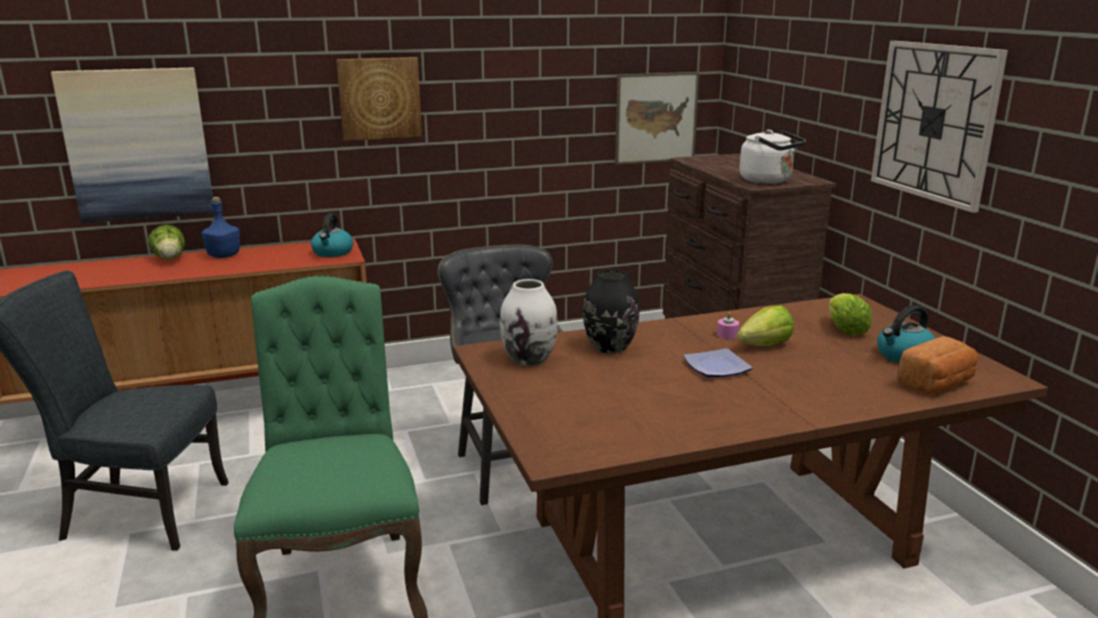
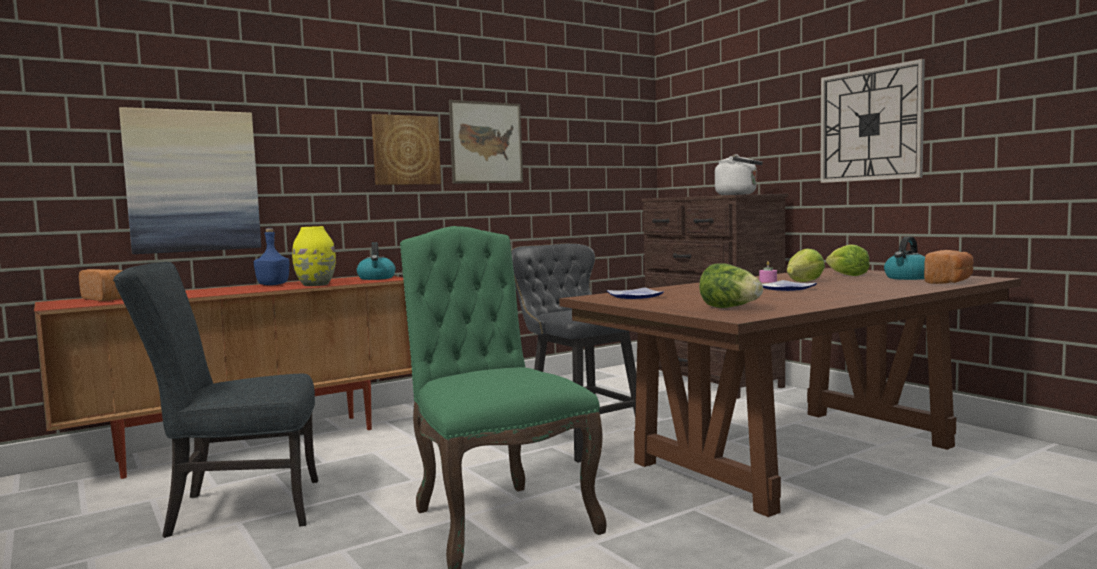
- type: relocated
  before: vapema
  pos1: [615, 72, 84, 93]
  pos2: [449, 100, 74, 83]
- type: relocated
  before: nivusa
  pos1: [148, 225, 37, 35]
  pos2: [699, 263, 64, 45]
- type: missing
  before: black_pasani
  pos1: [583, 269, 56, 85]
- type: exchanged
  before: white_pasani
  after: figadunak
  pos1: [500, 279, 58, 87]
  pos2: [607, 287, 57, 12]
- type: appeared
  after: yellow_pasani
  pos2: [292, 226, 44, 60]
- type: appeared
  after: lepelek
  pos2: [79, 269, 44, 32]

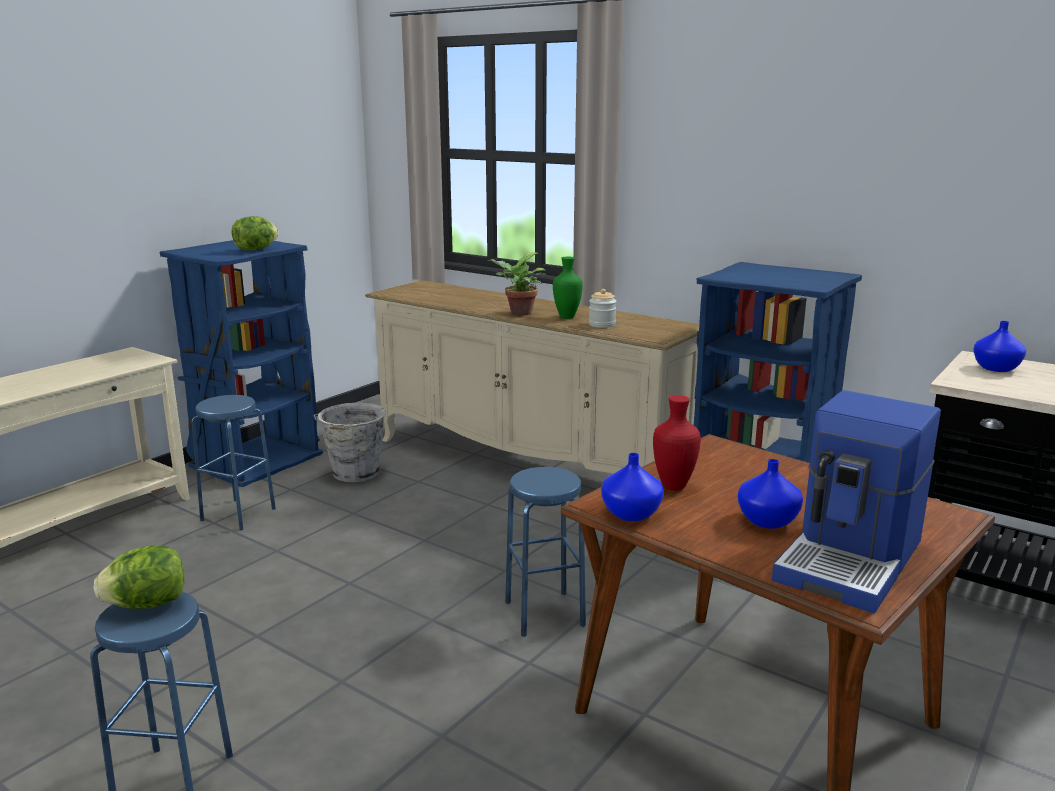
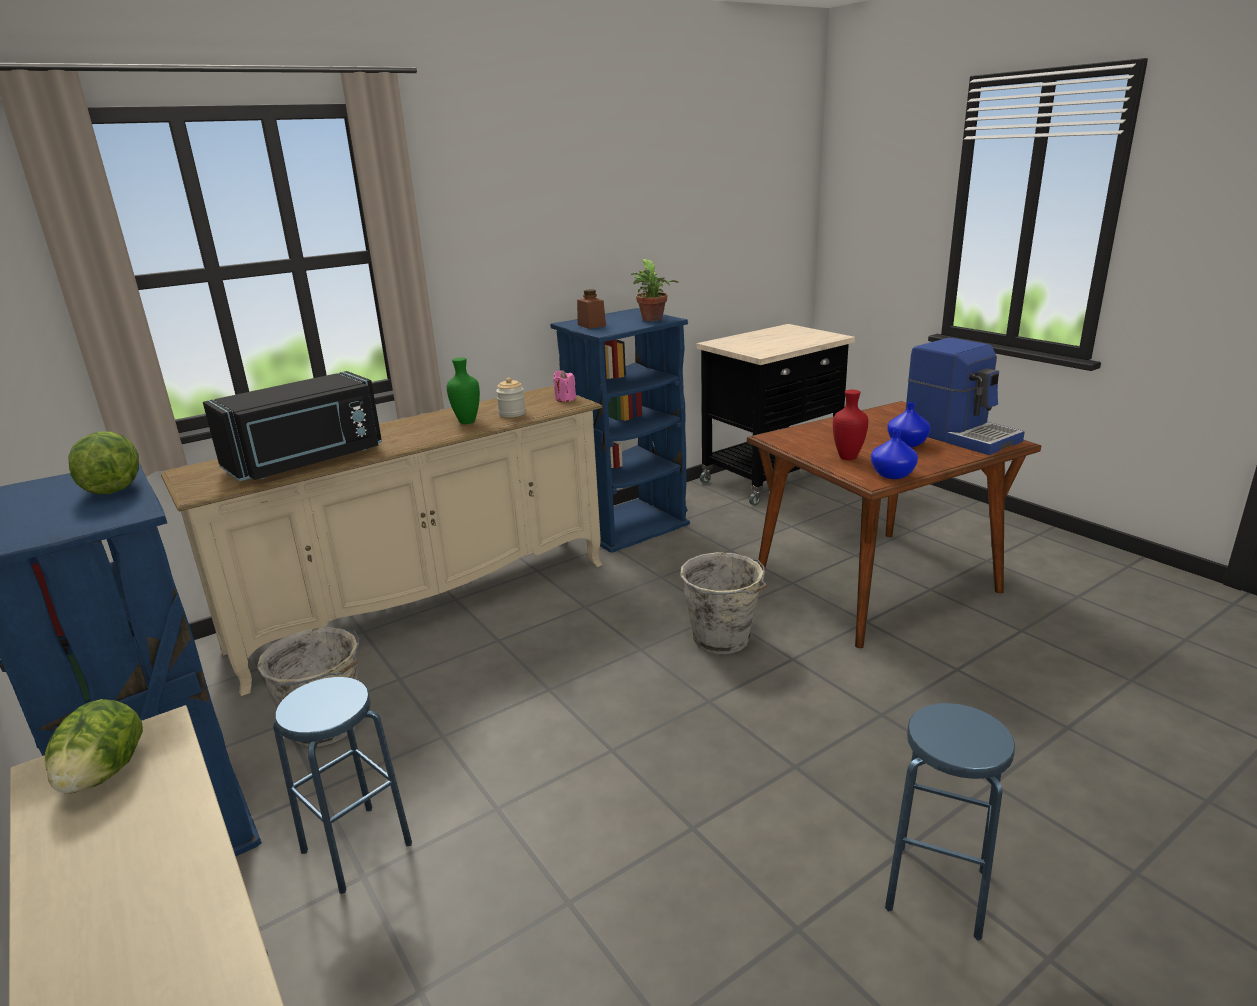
- type: relocated
  before: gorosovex
  pos1: [488, 252, 58, 63]
  pos2: [631, 259, 48, 62]
- type: missing
  before: blue_pasani
  pos1: [973, 321, 53, 51]
- type: exchanged
  before: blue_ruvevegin
  after: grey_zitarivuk
  pos1: [505, 467, 81, 170]
  pos2: [680, 552, 87, 102]
- type: relocated
  before: nivusa
  pos1: [93, 545, 91, 64]
  pos2: [45, 699, 98, 94]
- type: appeared
  after: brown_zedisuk
  pos2: [577, 289, 29, 40]
- type: appeared
  after: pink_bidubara
  pos2: [553, 370, 23, 32]
- type: appeared
  after: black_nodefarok
  pos2: [203, 371, 179, 110]

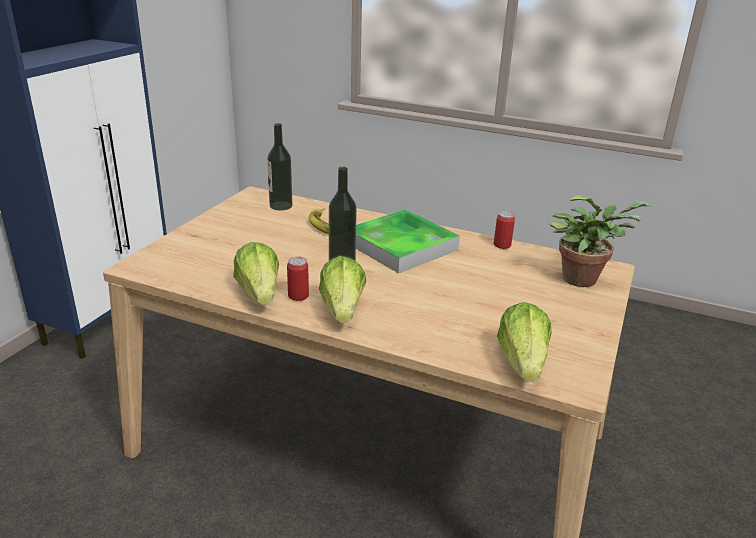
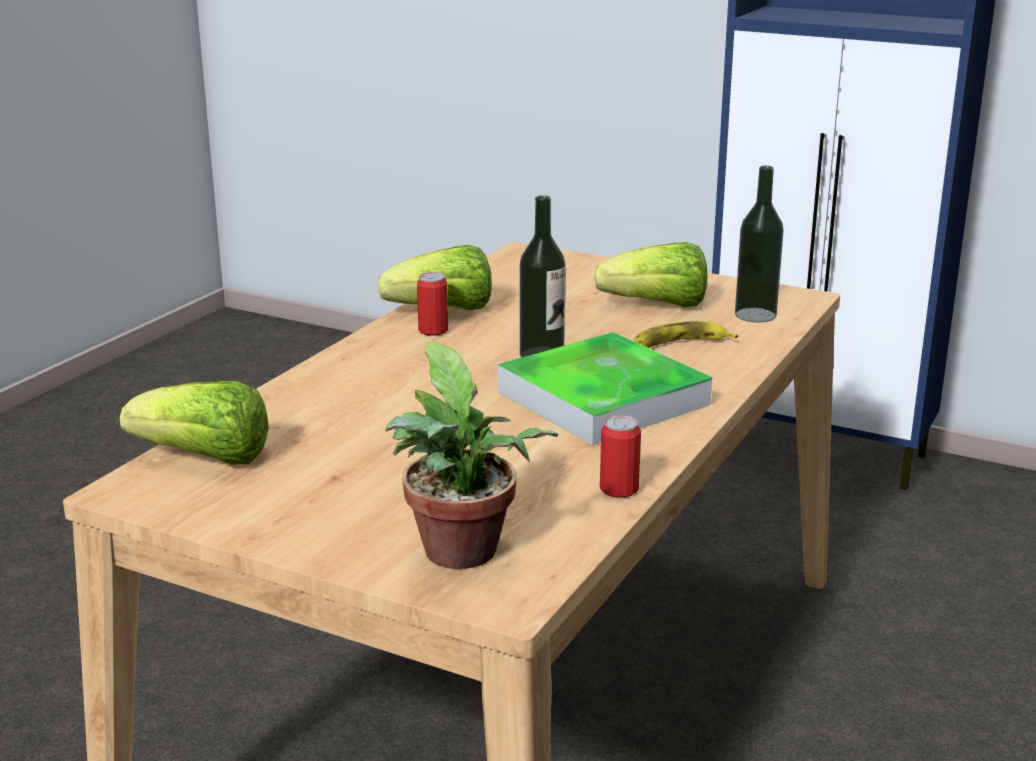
- type: relocated
  before: nivusa
  pos1: [319, 256, 48, 67]
  pos2: [594, 242, 113, 65]

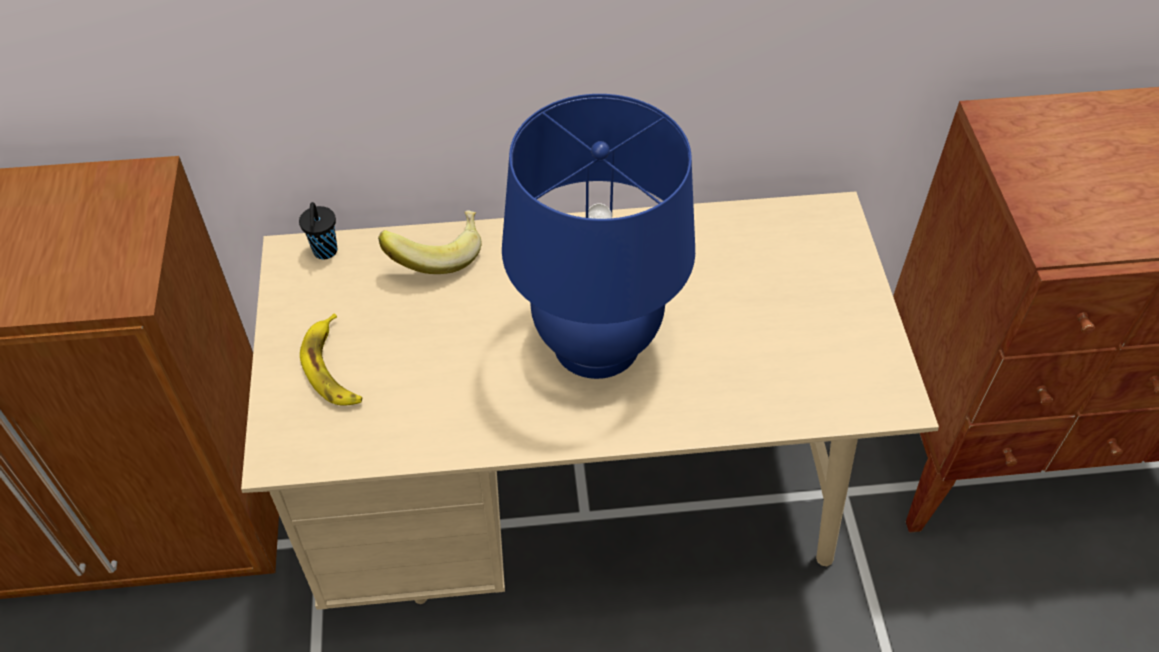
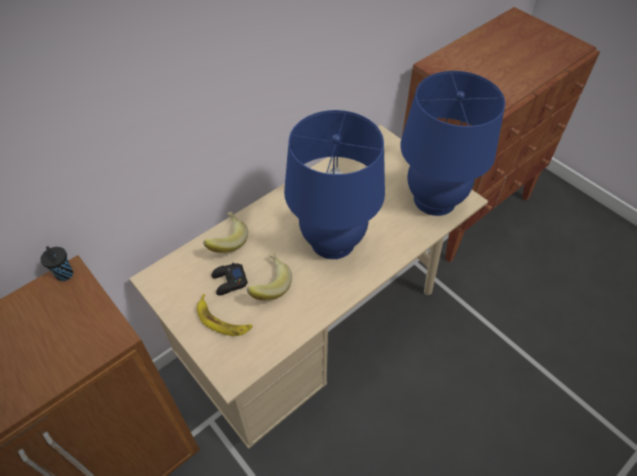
- type: relocated
  before: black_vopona
  pos1: [299, 202, 38, 58]
  pos2: [41, 246, 32, 35]
- type: appeared
  after: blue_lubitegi
  pos2: [400, 71, 105, 145]
- type: appeared
  after: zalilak
  pos2: [247, 253, 45, 48]
- type: appeared
  after: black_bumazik
  pos2: [212, 263, 36, 33]

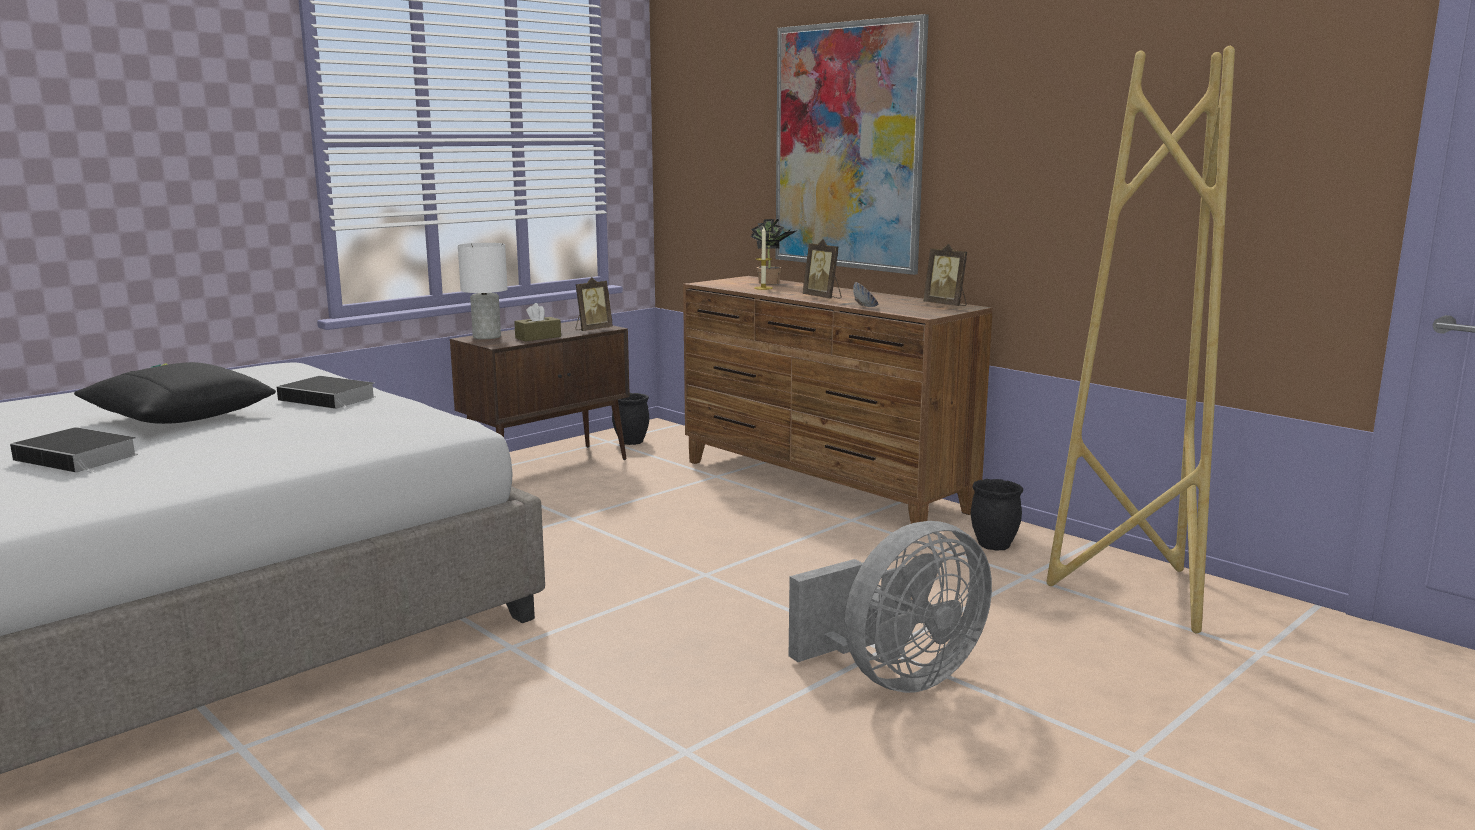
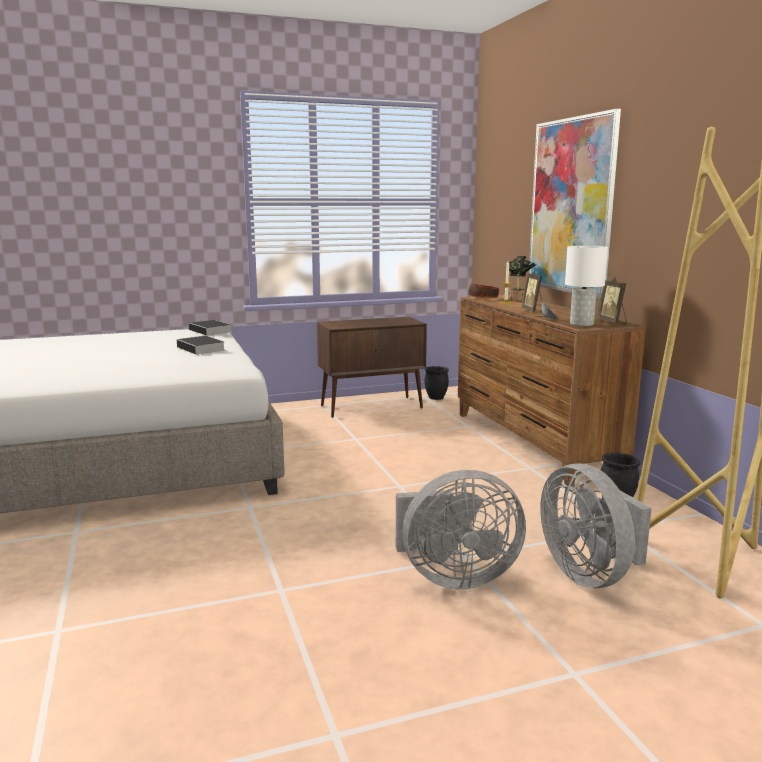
- type: relocated
  before: white_lubitegi
  pos1: [458, 243, 50, 96]
  pos2: [565, 246, 43, 80]
- type: missing
  before: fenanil
  pos1: [576, 277, 37, 54]
- type: missing
  before: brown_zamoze
  pos1: [514, 303, 47, 38]
- type: missing
  before: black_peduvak
  pos1: [74, 362, 202, 62]
- type: relocated
  before: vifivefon
  pos1: [10, 427, 128, 46]
  pos2: [189, 320, 42, 16]
- type: appeared
  after: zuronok
  pos2: [468, 284, 31, 15]
- type: appeared
  after: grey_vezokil
  pos2: [540, 463, 112, 125]

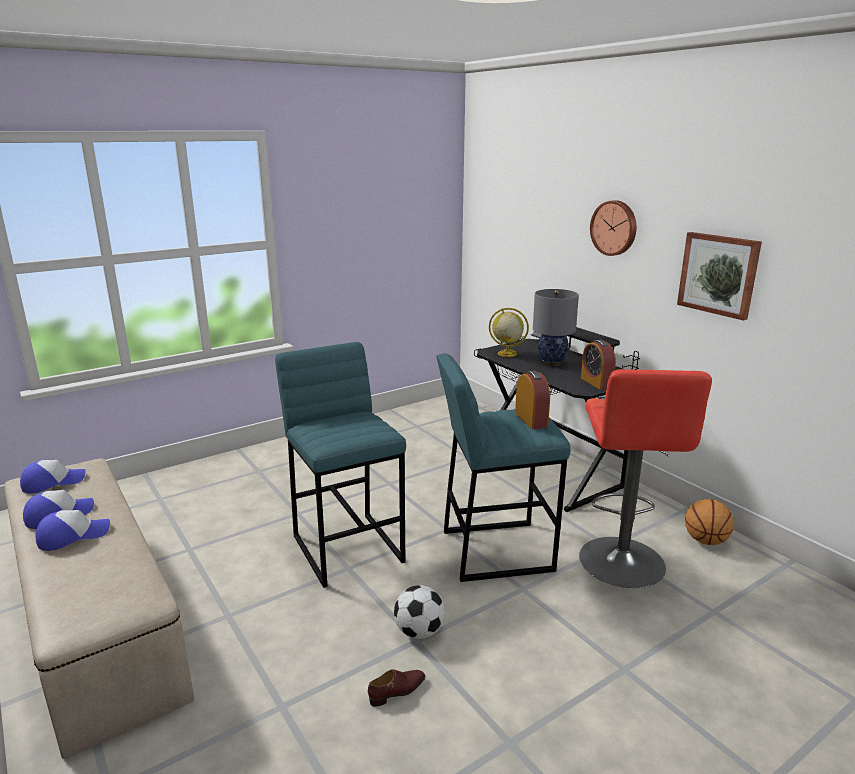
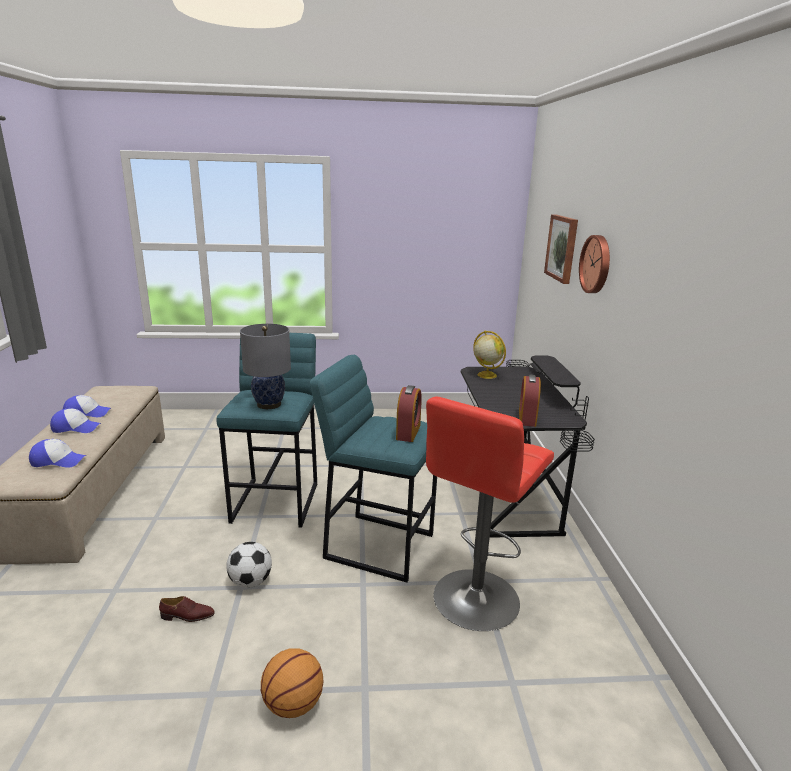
- type: relocated
  before: vapema
  pos1: [677, 232, 85, 88]
  pos2: [544, 214, 34, 70]
- type: relocated
  before: grey_lubitegi
  pos1: [533, 289, 46, 78]
  pos2: [240, 324, 51, 85]
- type: relocated
  before: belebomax
  pos1: [20, 460, 65, 34]
  pos2: [29, 439, 58, 29]
- type: relocated
  before: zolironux
  pos1: [685, 499, 49, 46]
  pos2: [261, 648, 62, 70]

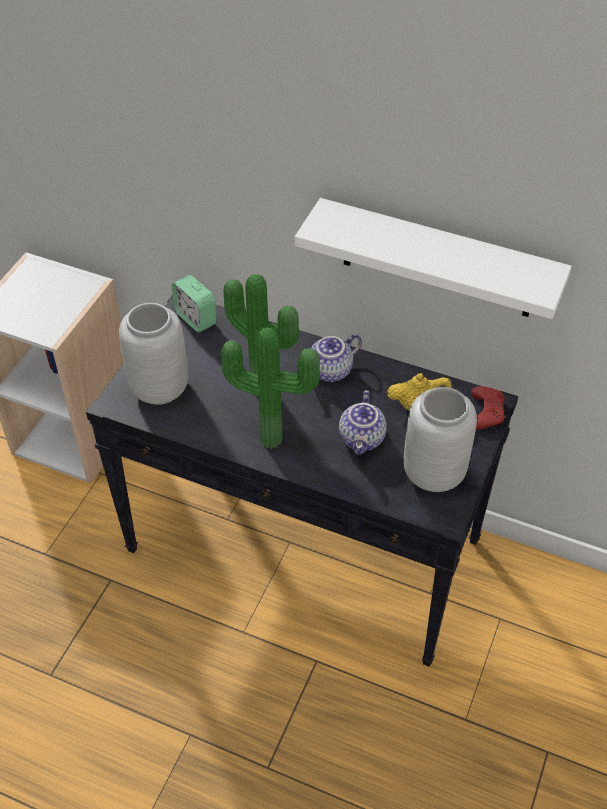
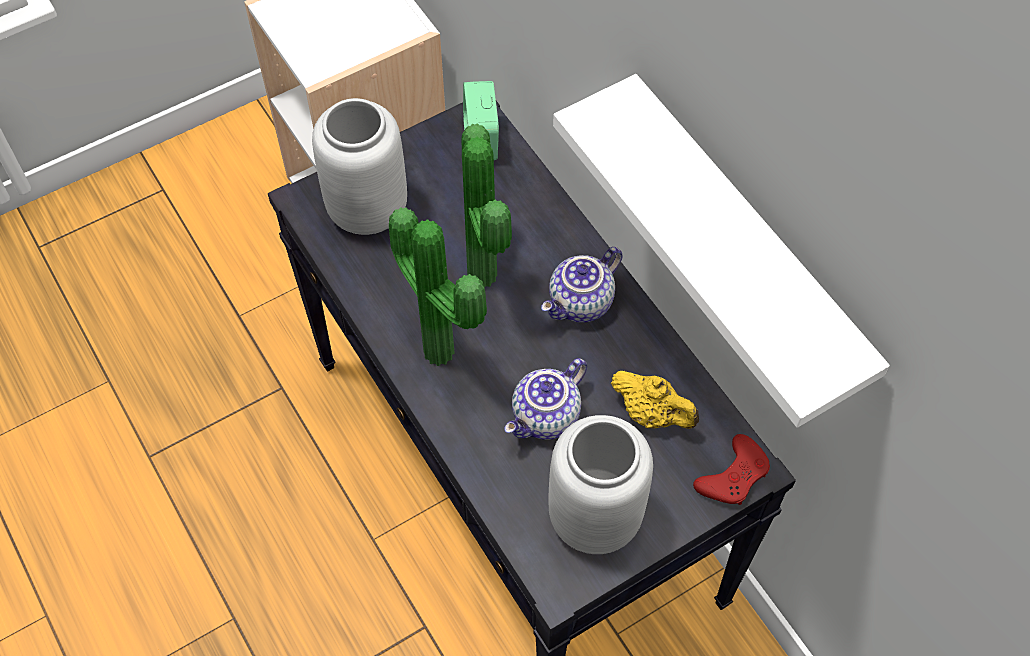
- type: spun
  before: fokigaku
  pos1: [311, 334, 51, 48]
  pos2: [541, 247, 82, 76]
  turn: -45

